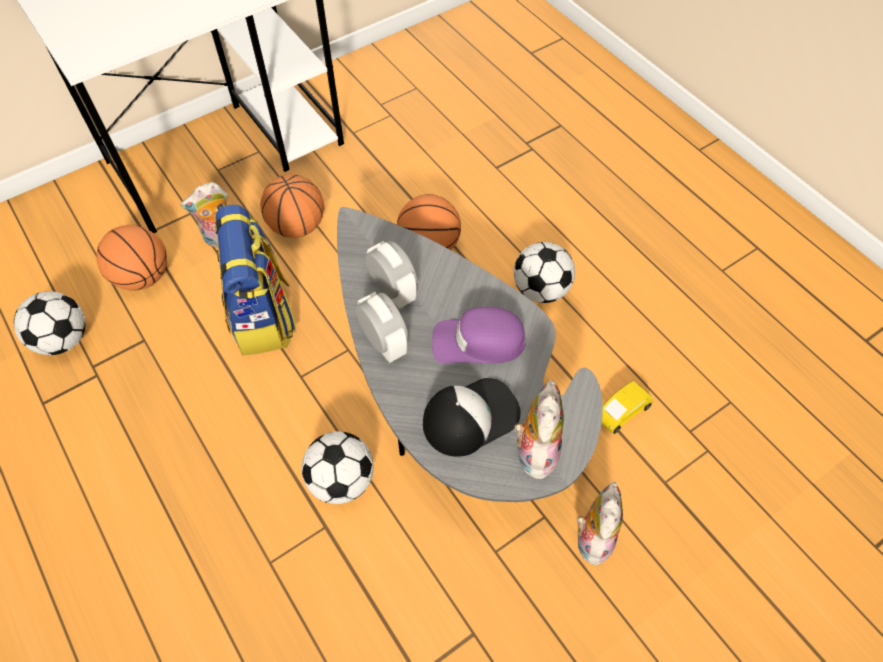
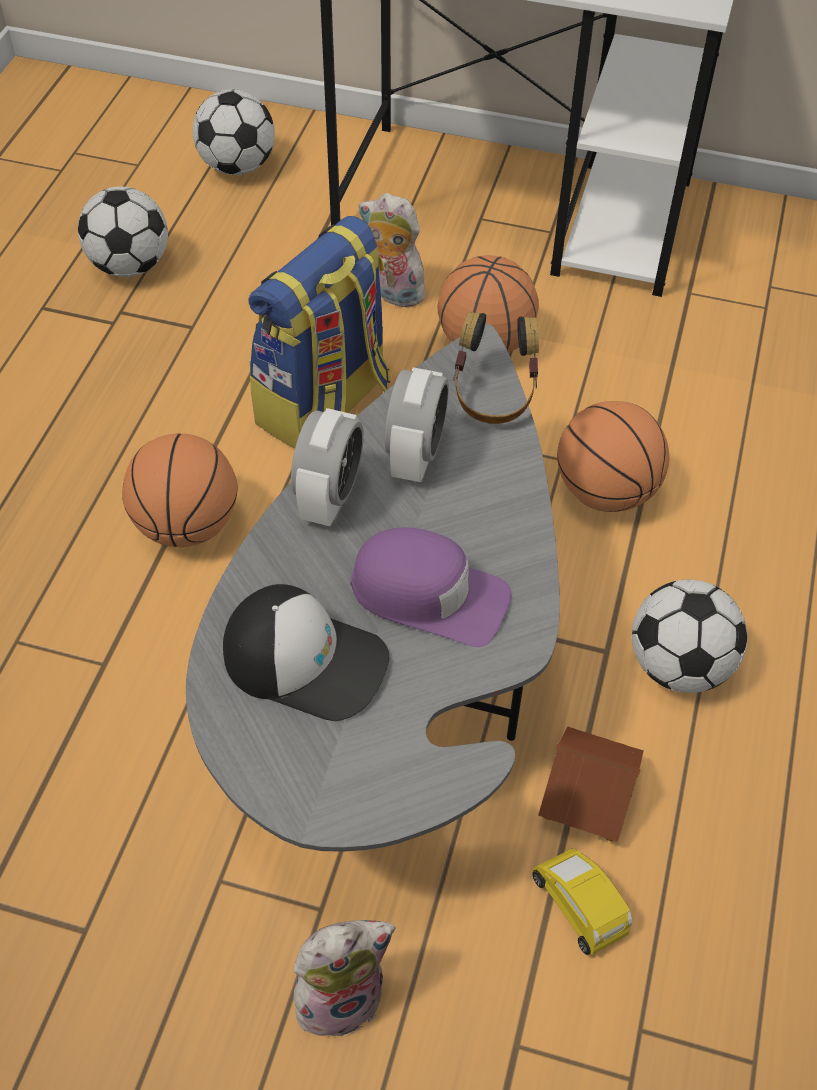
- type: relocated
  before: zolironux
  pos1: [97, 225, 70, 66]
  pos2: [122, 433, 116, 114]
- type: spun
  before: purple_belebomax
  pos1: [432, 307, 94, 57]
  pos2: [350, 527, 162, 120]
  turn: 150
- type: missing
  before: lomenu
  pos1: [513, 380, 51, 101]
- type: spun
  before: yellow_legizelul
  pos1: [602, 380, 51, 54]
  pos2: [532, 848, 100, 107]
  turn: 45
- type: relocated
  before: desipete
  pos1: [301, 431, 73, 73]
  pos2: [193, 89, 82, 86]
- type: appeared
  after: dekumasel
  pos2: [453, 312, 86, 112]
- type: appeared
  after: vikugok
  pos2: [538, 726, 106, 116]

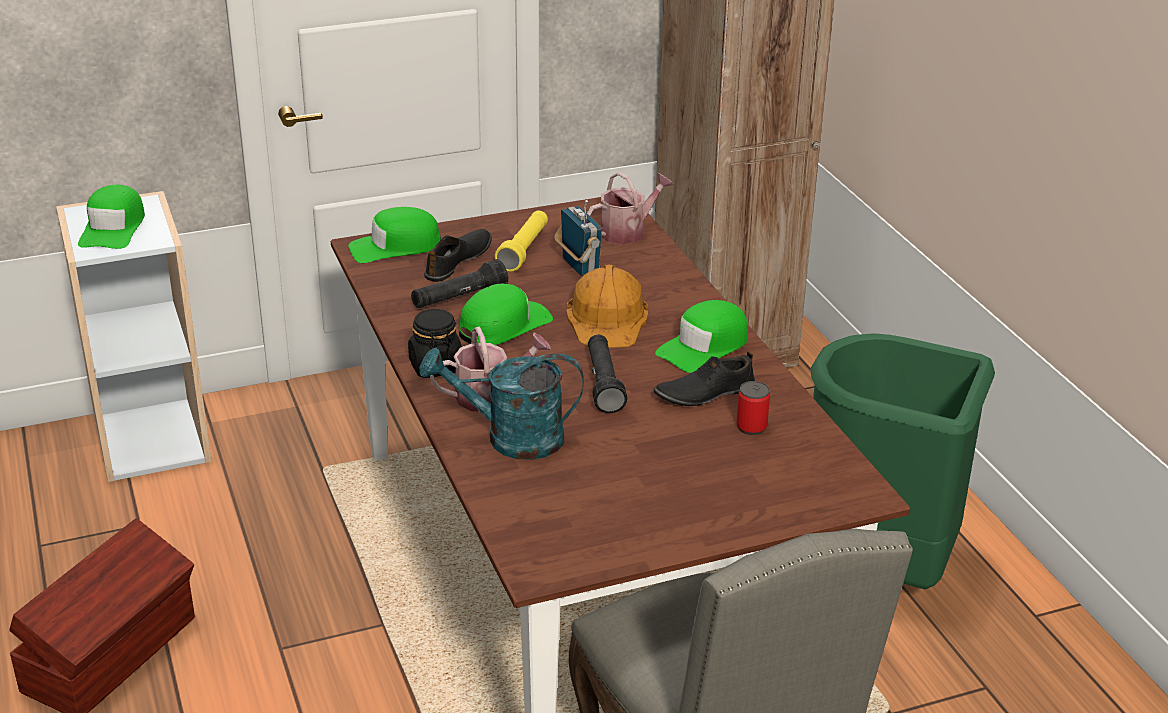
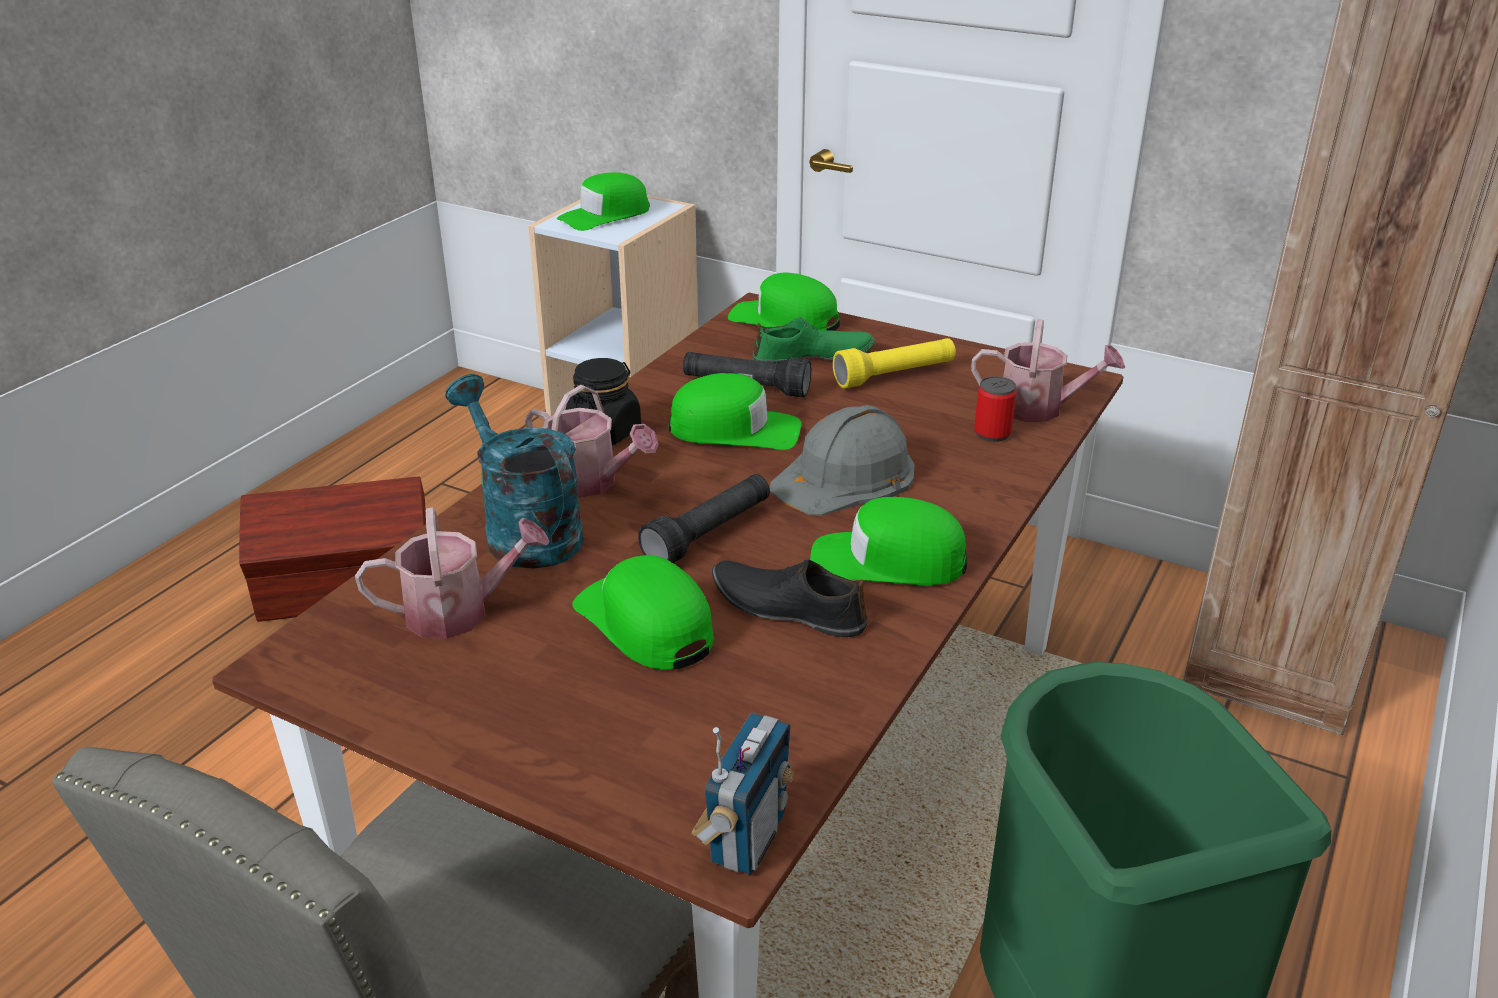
- type: relocated
  before: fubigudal
  pos1: [555, 200, 47, 76]
  pos2: [692, 713, 102, 162]
- type: colour
  before: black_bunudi
  after: green_bunudi
  pos1: [424, 229, 68, 53]
  pos2: [753, 317, 122, 46]
- type: colour
  before: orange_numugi
  after: grey_numugi
  pos1: [567, 265, 81, 83]
  pos2: [769, 405, 146, 111]
- type: relocated
  before: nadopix
  pos1: [736, 381, 34, 54]
  pos2: [974, 376, 43, 66]
- type: appeared
  after: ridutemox
  pos2: [355, 508, 195, 131]
- type: appeared
  after: green_belebomax
  pos2: [572, 555, 142, 115]

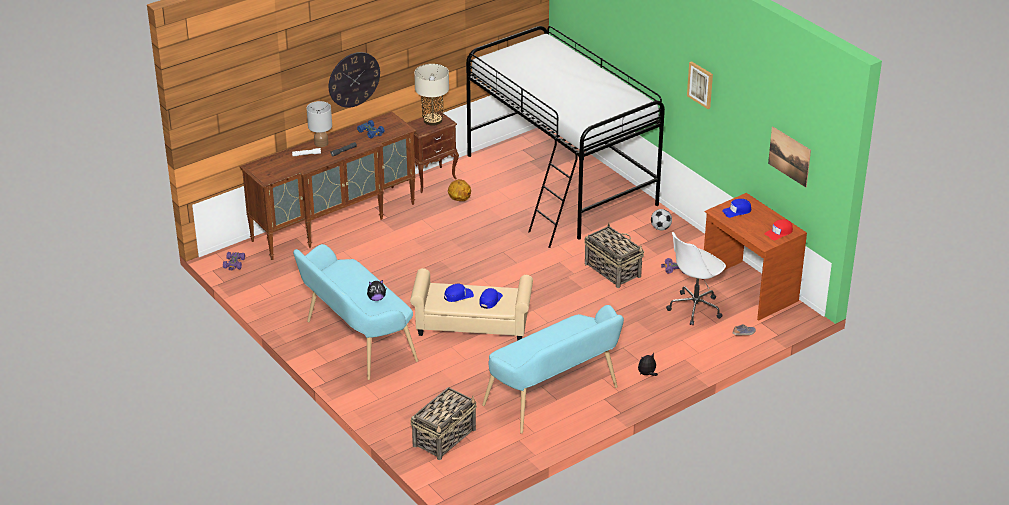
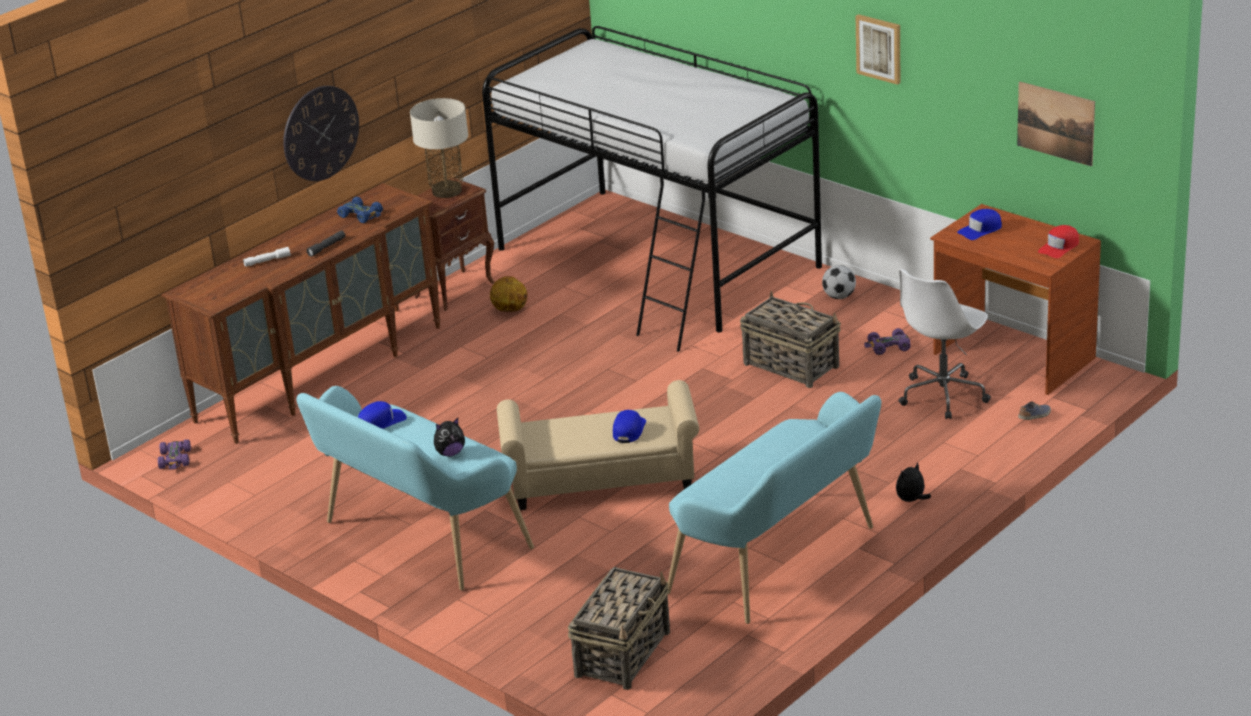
- type: missing
  before: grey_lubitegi
  pos1: [307, 101, 25, 46]
- type: relocated
  before: blue_belebomax
  pos1: [444, 284, 30, 18]
  pos2: [358, 401, 49, 28]

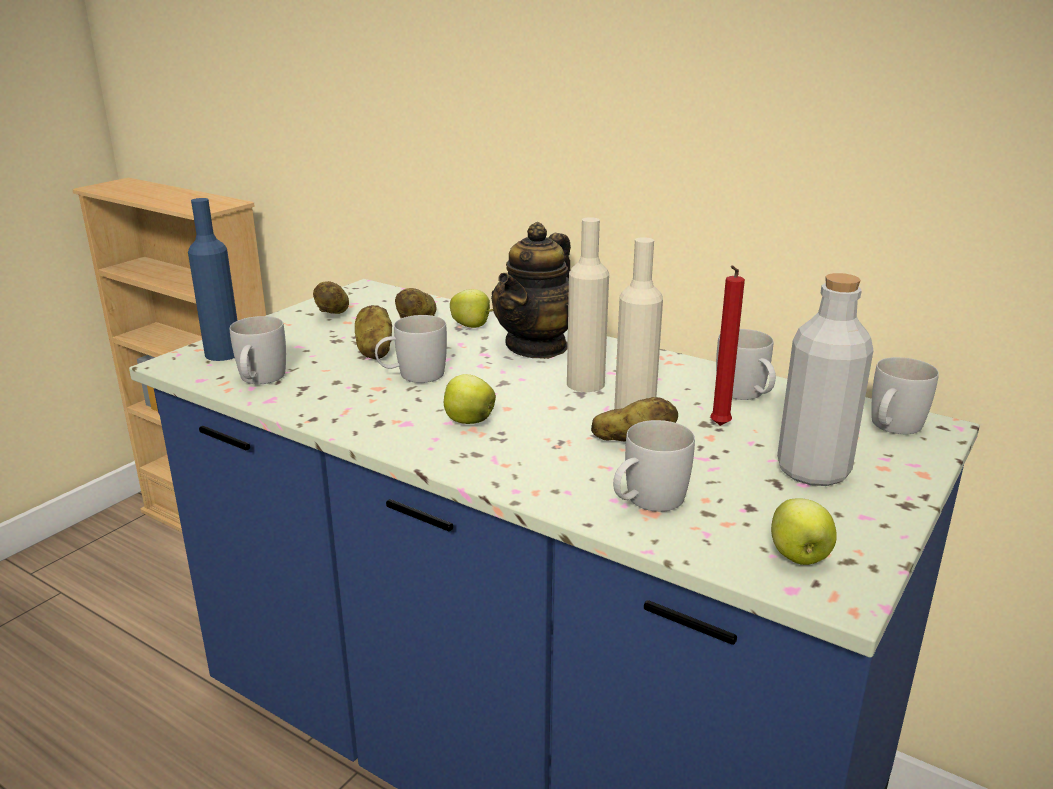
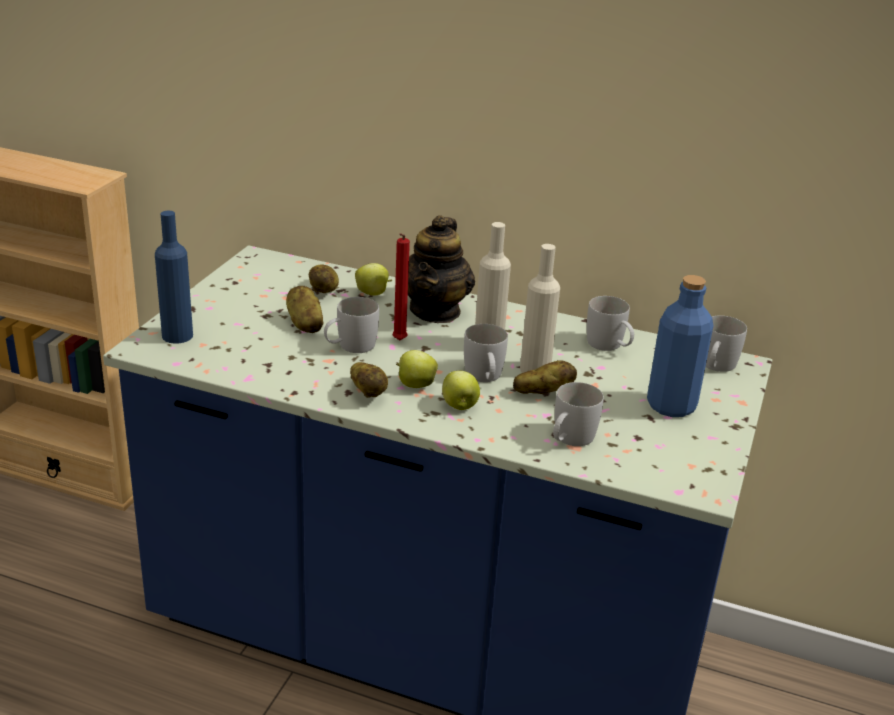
- type: relocated
  before: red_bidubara
  pos1: [710, 265, 35, 161]
  pos2: [392, 233, 18, 107]
- type: colour
  before: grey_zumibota
  after: blue_zumibota
  pos1: [777, 273, 96, 213]
  pos2: [647, 275, 66, 142]
- type: relocated
  before: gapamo
  pos1: [313, 281, 36, 33]
  pos2: [350, 362, 38, 36]
- type: relocated
  before: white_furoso
  pos1: [230, 316, 56, 68]
  pos2: [464, 324, 44, 58]
- type: relocated
  before: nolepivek
  pos1: [771, 498, 66, 67]
  pos2: [442, 371, 38, 39]

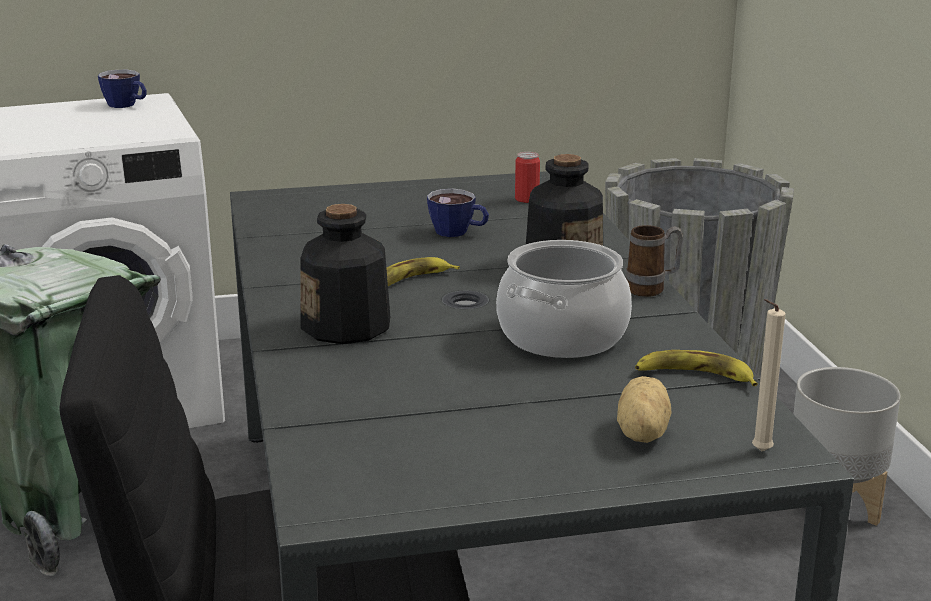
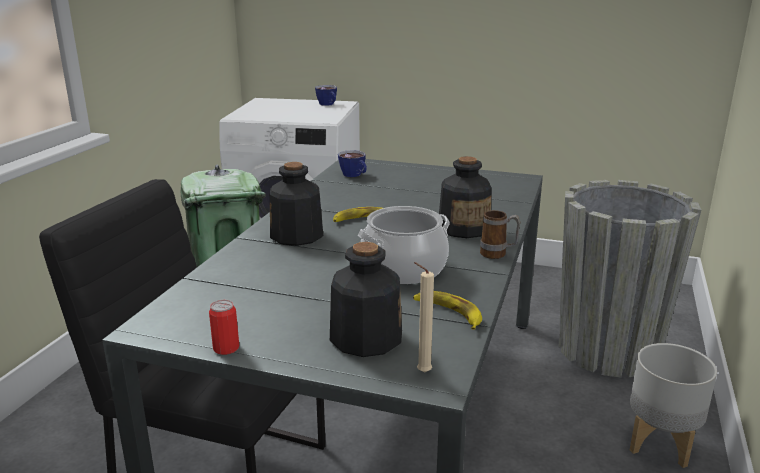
- type: relocated
  before: nadopix
  pos1: [515, 152, 25, 51]
  pos2: [209, 300, 30, 55]
- type: relocated
  before: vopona
  pos1: [427, 189, 62, 48]
  pos2: [338, 150, 29, 27]
- type: exchanged
  before: gapamo
  after: zumibota
  pos1: [617, 376, 55, 67]
  pos2: [330, 242, 72, 115]

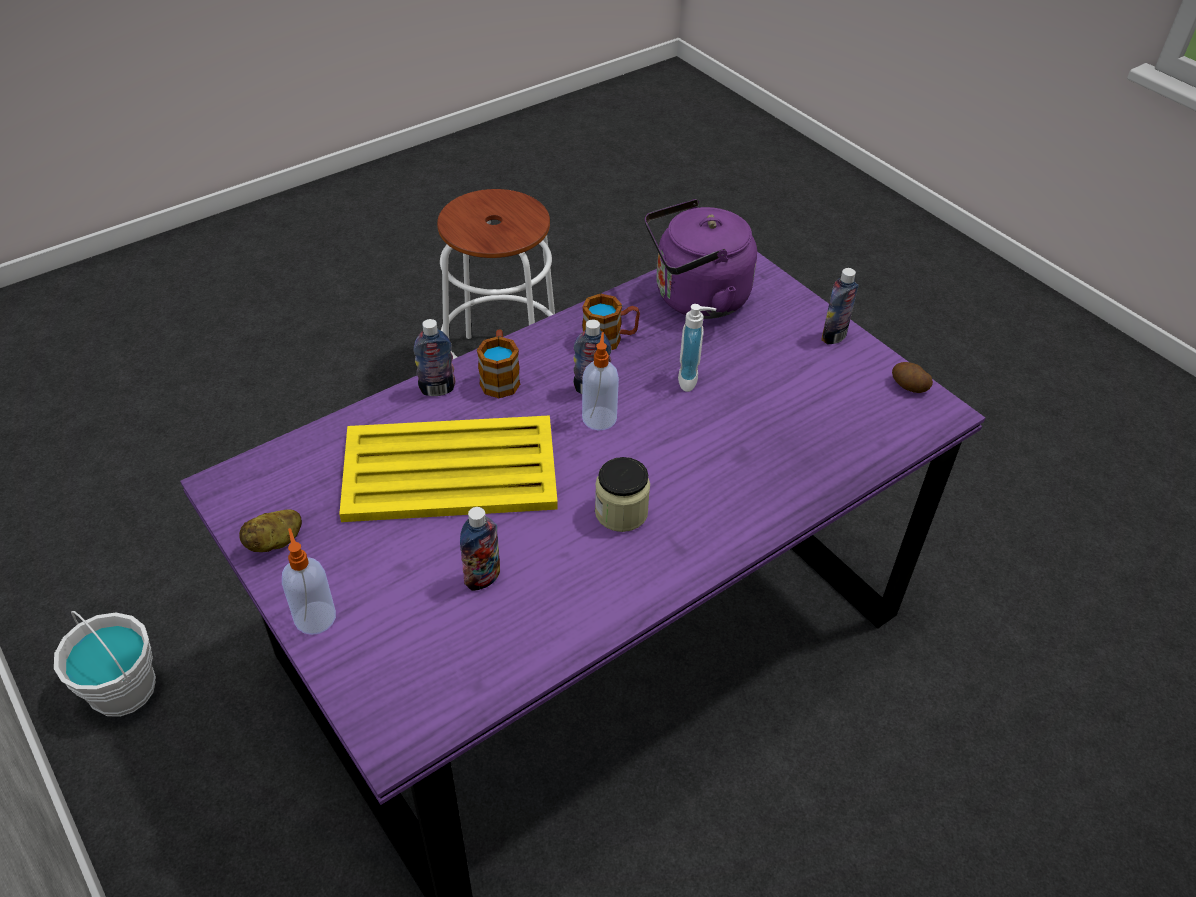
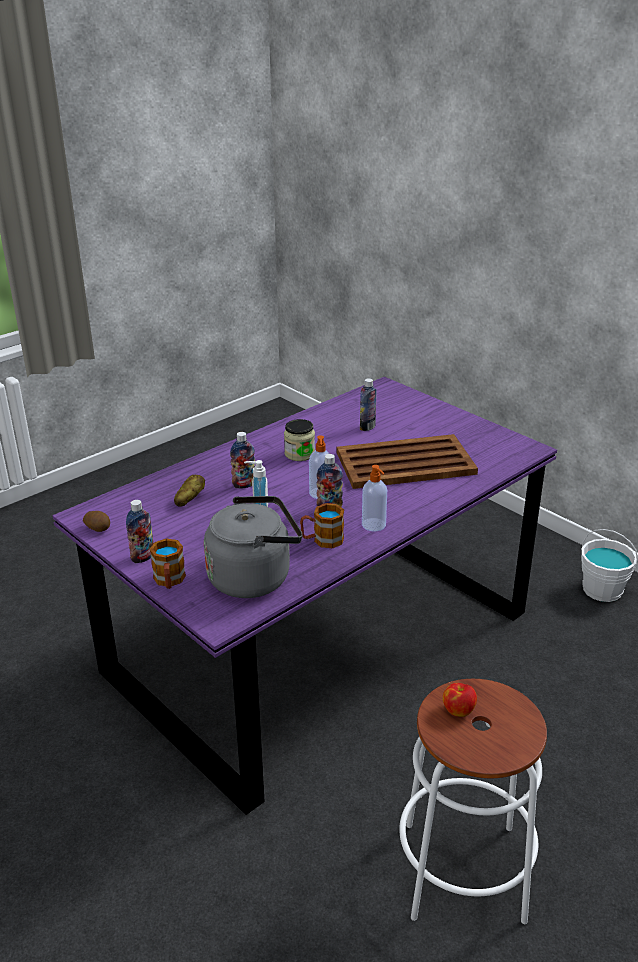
- type: colour
  before: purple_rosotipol
  after: grey_rosotipol
  pos1: [645, 199, 112, 120]
  pos2: [204, 496, 99, 102]
- type: relocated
  before: zumibota
  pos1: [414, 319, 41, 77]
  pos2: [230, 432, 25, 56]
- type: relocated
  before: furoso
  pos1: [477, 329, 43, 69]
  pos2: [150, 538, 36, 51]
- type: colour
  before: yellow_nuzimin
  after: brown_nuzimin
  pos1: [339, 415, 219, 107]
  pos2: [337, 434, 141, 55]
- type: relocated
  before: gapamo
  pos1: [239, 509, 63, 43]
  pos2: [174, 475, 31, 32]
- type: relocated
  before: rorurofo
  pos1: [282, 528, 54, 107]
  pos2: [362, 465, 25, 67]
- type: appeared
  after: nolepivek
  pos2: [443, 683, 34, 34]

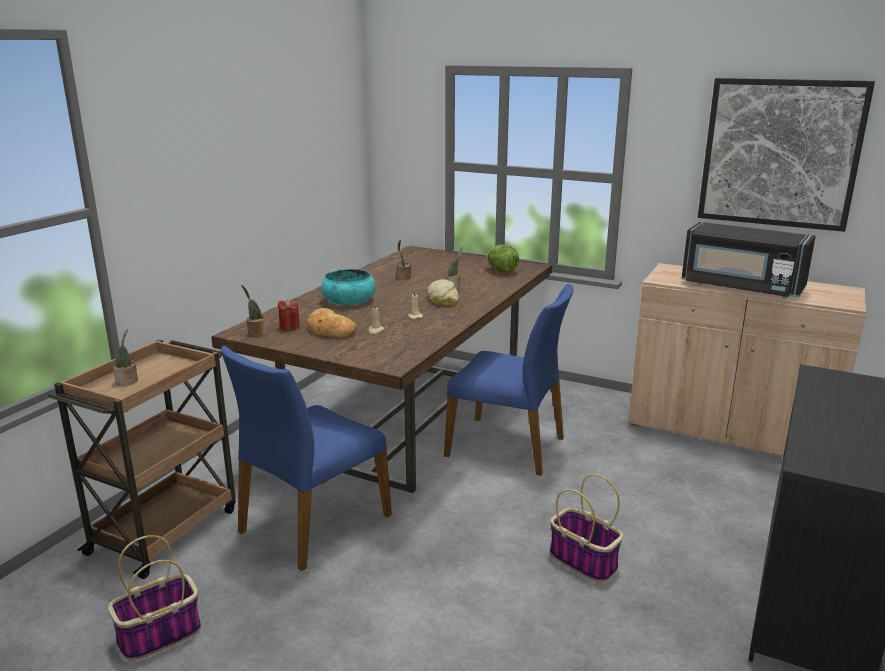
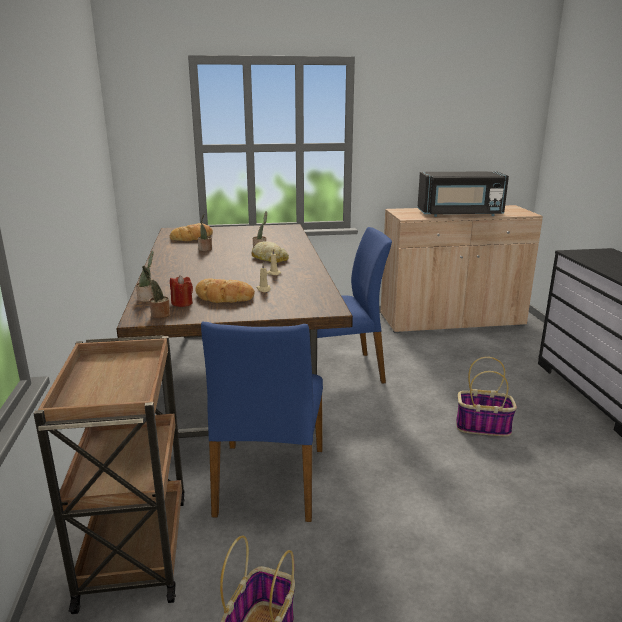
- type: missing
  before: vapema
  pos1: [698, 78, 177, 154]
- type: missing
  before: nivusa
  pos1: [487, 244, 32, 28]
- type: missing
  before: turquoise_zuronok
  pos1: [321, 269, 54, 36]
- type: relocated
  before: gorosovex
  pos1: [113, 329, 25, 57]
  pos2: [136, 251, 18, 51]
- type: appeared
  after: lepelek
  pos2: [170, 223, 43, 18]

